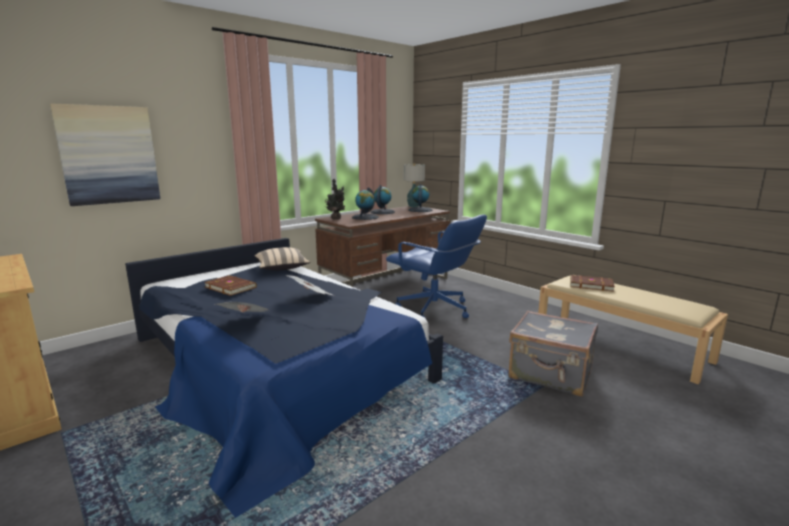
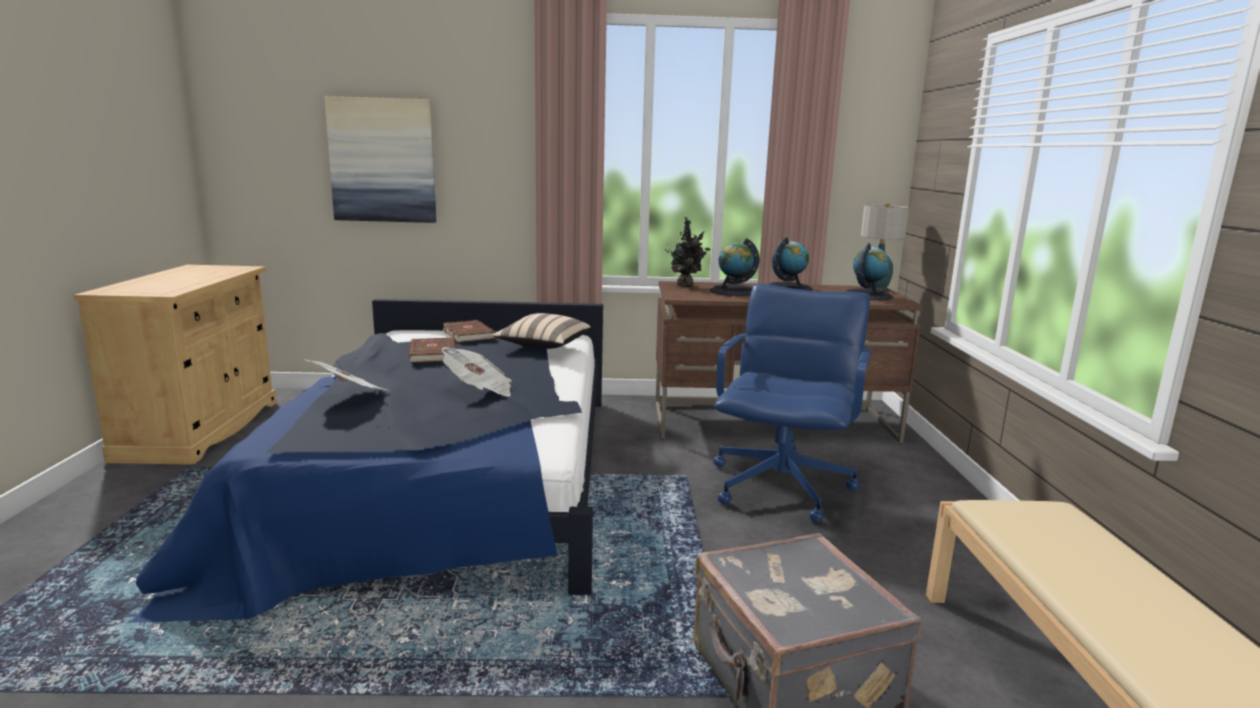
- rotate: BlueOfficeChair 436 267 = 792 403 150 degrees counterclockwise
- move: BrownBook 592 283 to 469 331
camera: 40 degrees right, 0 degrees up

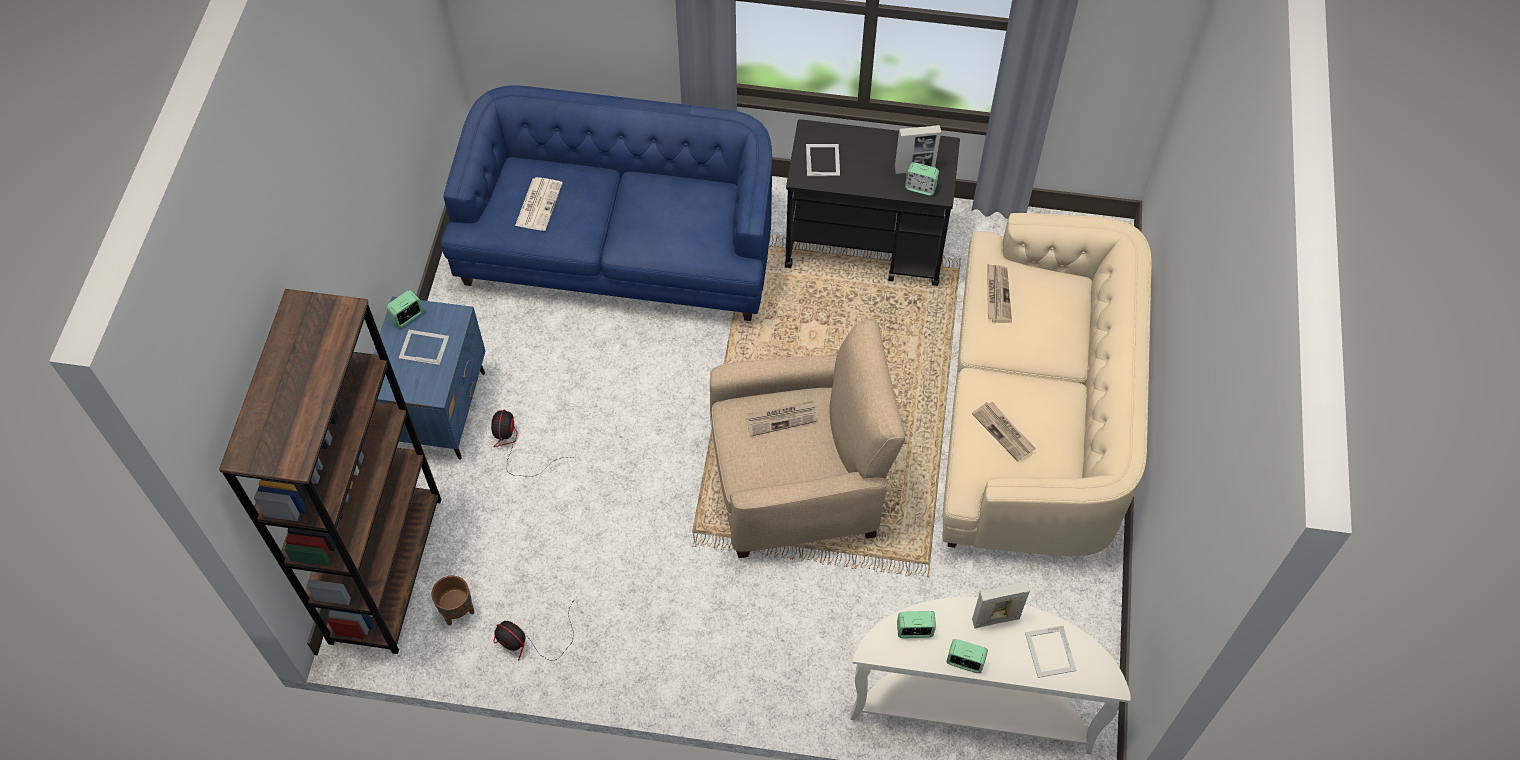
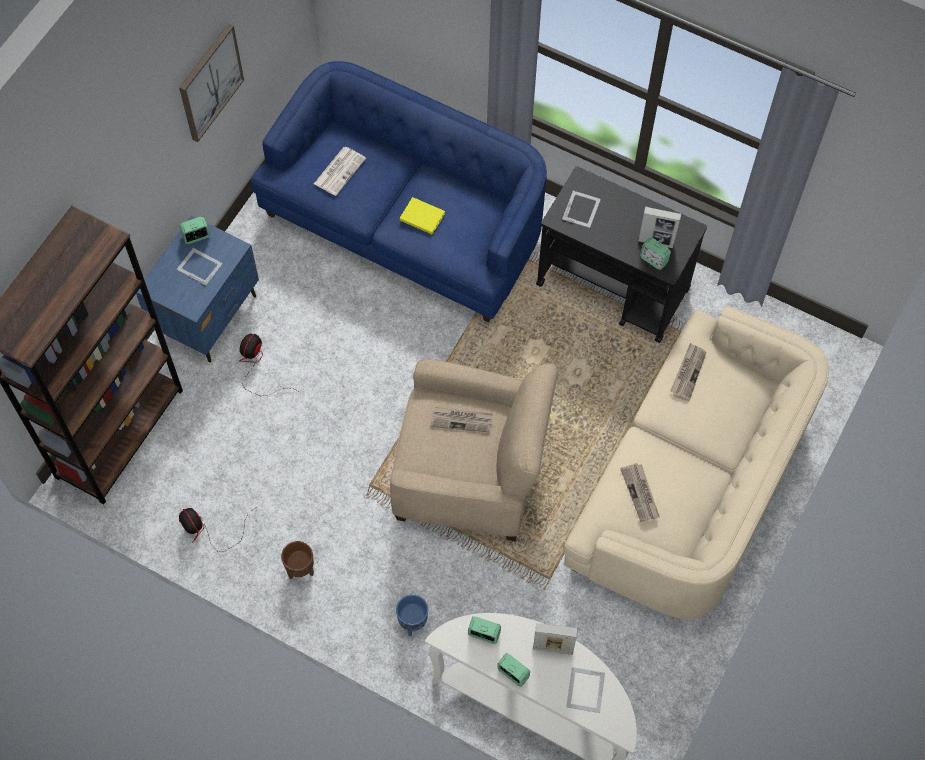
- move: BrownPlanter 452 601 to 297 560
- insert: Picture 211 82
- insert: YellowBook 422 216
- insert: BluePlanter 412 615
camera: 20 degrees right, 5 degrees up

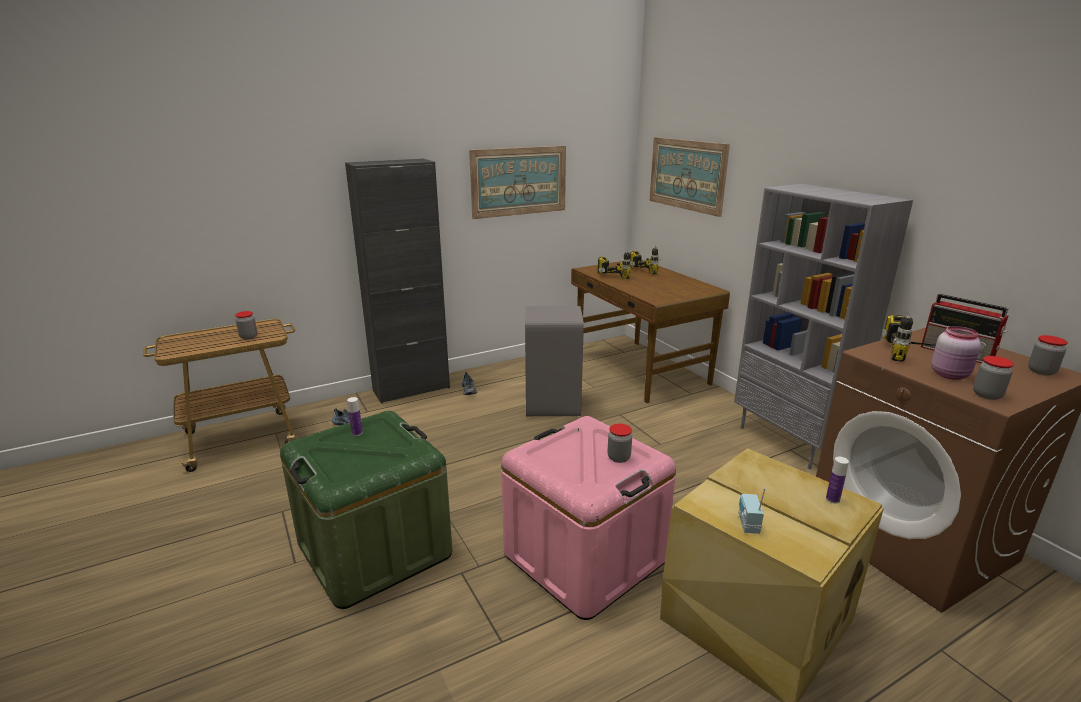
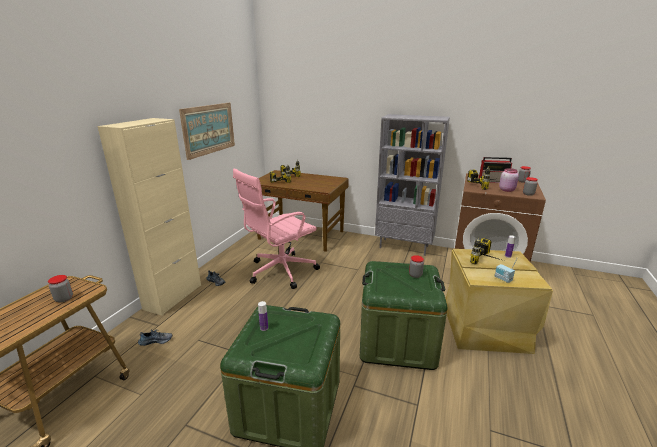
- delete: Picture 689 177
- recolor: BlackCabinet 397 281 to BeigeCabinet 149 217
- replace: GreyTrashCan 554 361 to PinkOfficeChair 276 229
- recolor: PinkStorageBox 588 518 to GreenStorageBox 404 315
- insert: PowerDrill 487 251
camera: 40 degrees left, 0 degrees up

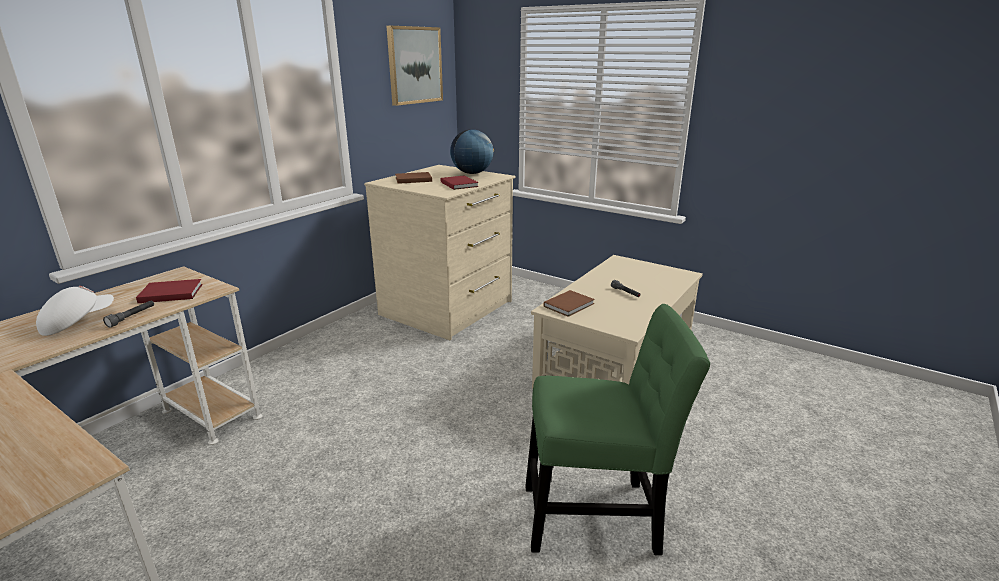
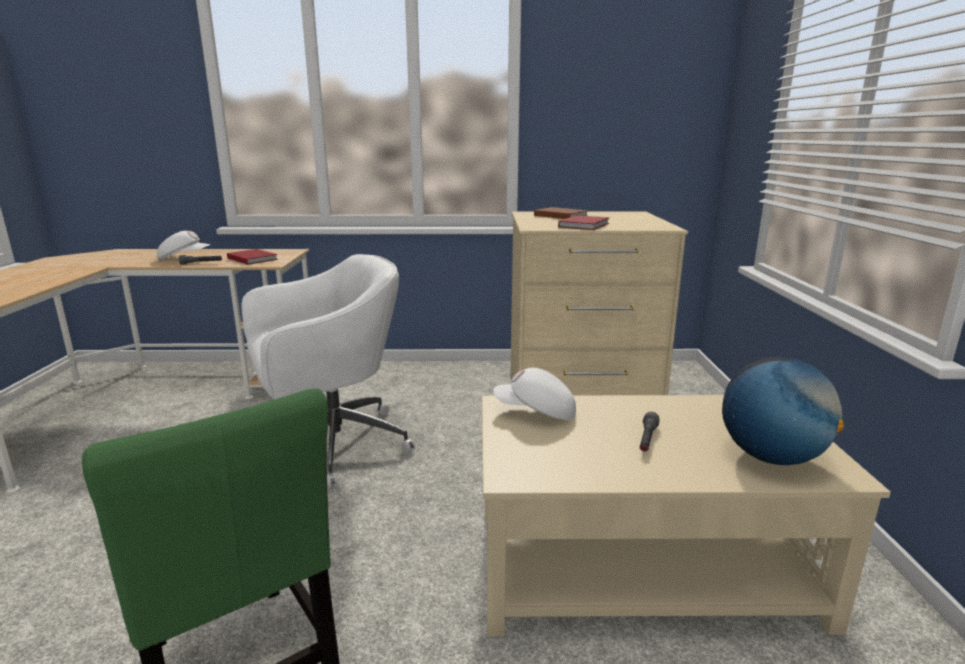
- delete: Picture 415 66
- move: Globe 472 151 to 783 411
- replace: BrownBook 569 303 to WhiteCap 534 394
- insert: WhiteOfficeChair 328 371
camera: 55 degrees right, 5 degrees down

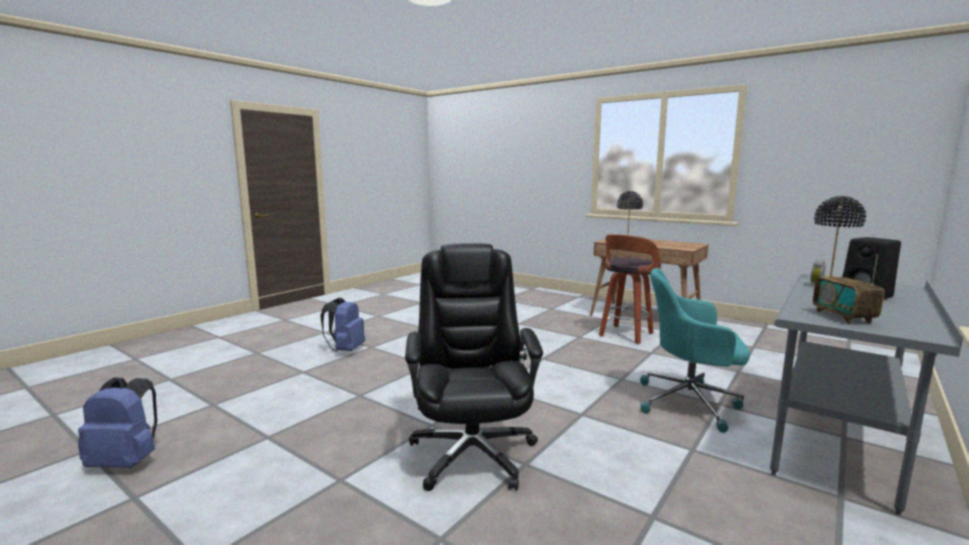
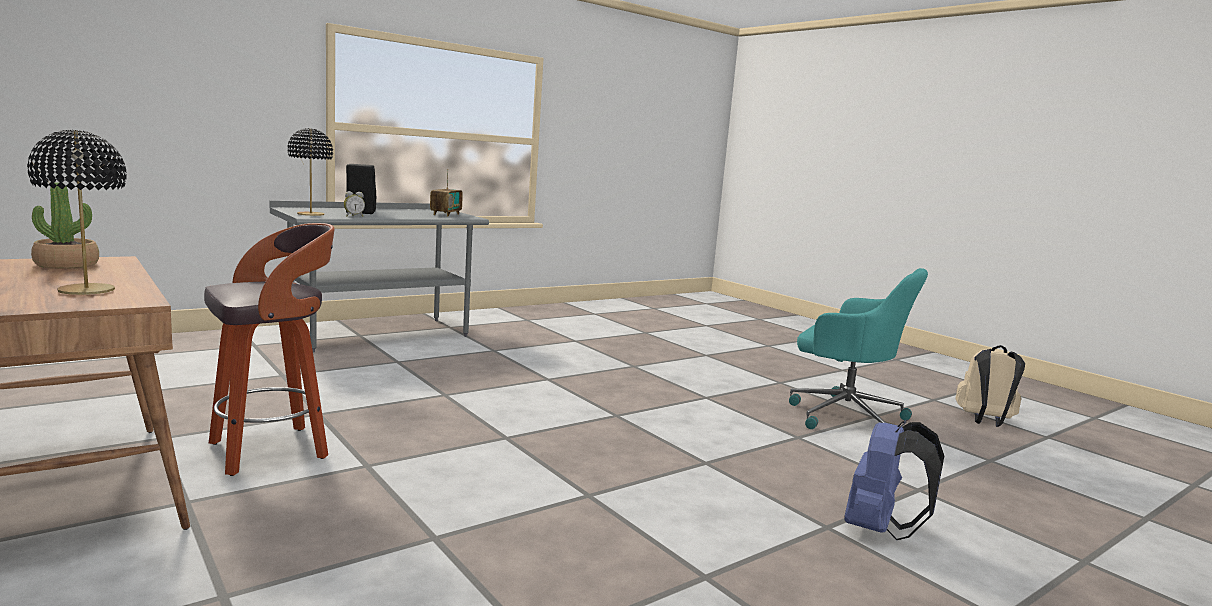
- delete: BlackOfficeChair 474 367
- move: TurquoiseOfficeChair 695 350 to 858 348
- recolor: BlueBackpack 117 423 to BeigeBackpack 990 386
- insert: PottedPlant 65 225
camera: 165 degrees left, 0 degrees up

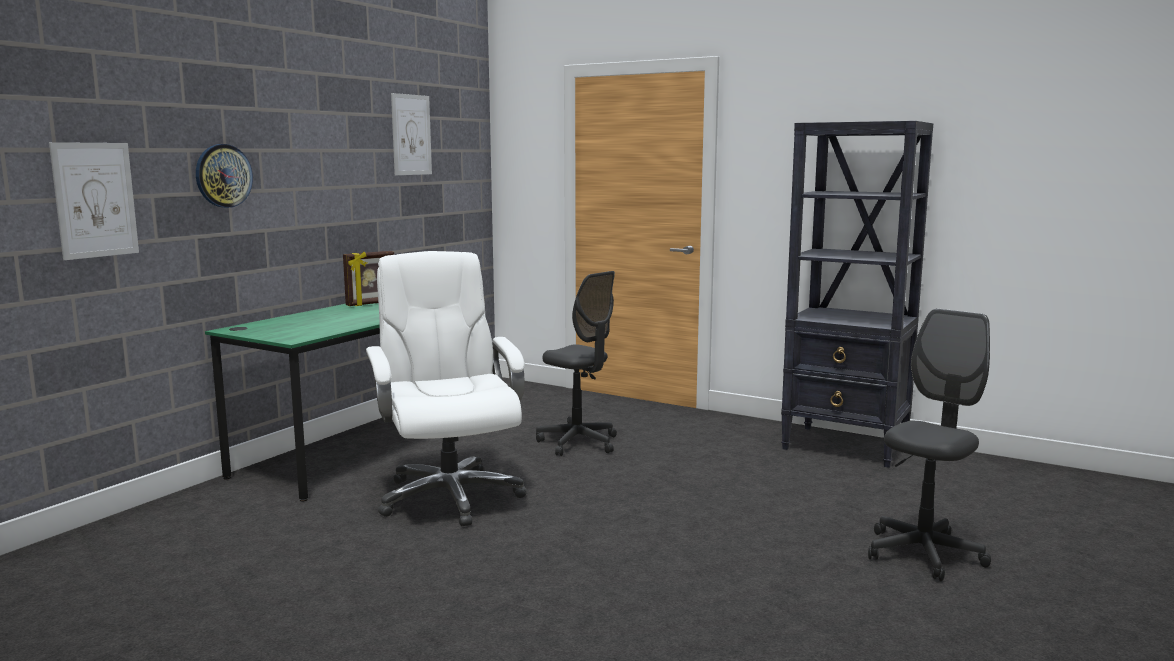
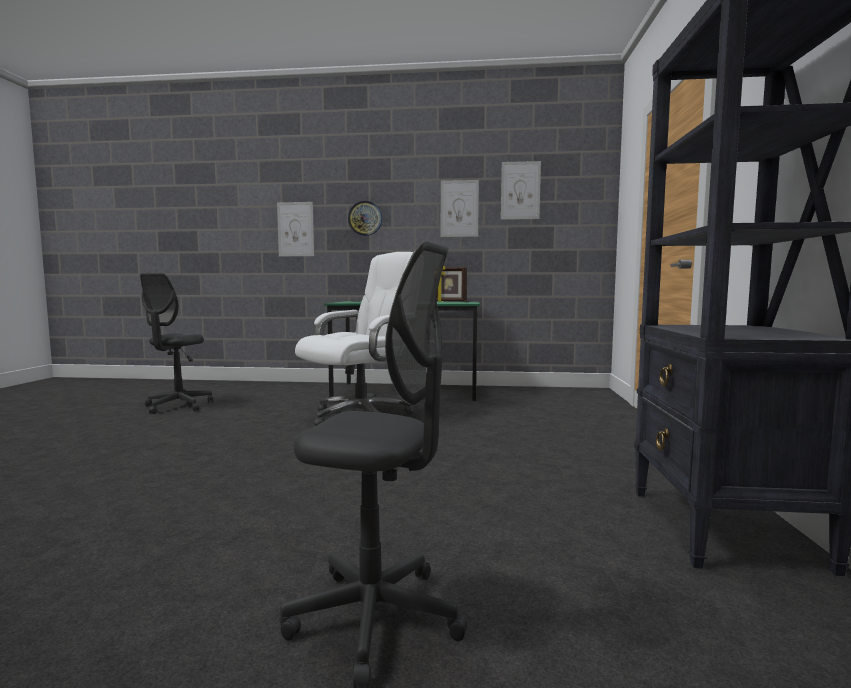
- move: GreyOfficeChair 576 363 to 176 343
- insert: Picture 460 208
camera: 65 degrees right, 5 degrees down

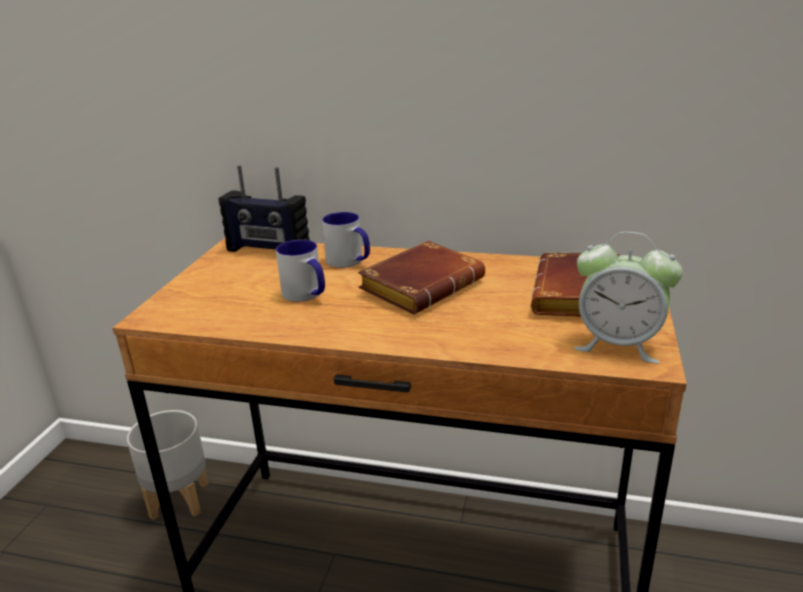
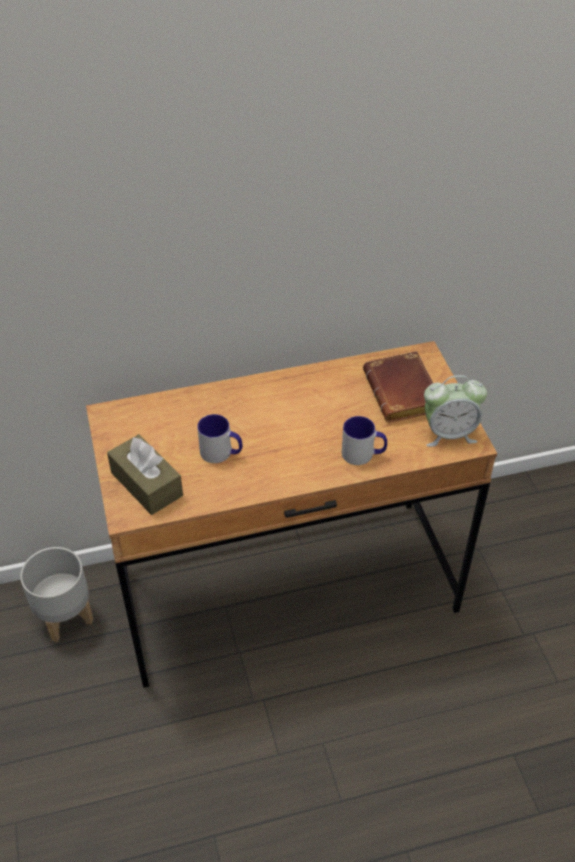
- delete: Radio 264 208
- move: Mug 346 240 to 364 440
- delete: BrownBook 421 277
- insert: BrownTissueBox 145 474
camera: 30 degrees left, 20 degrees up

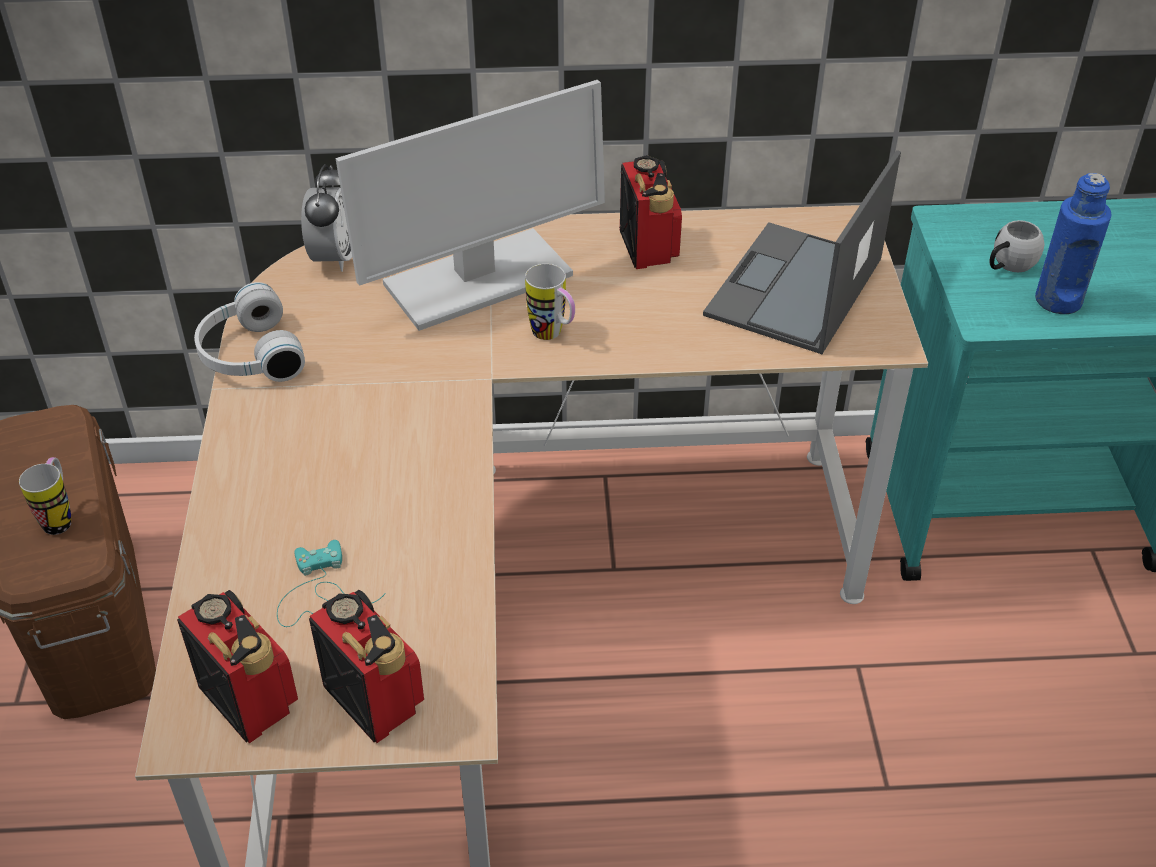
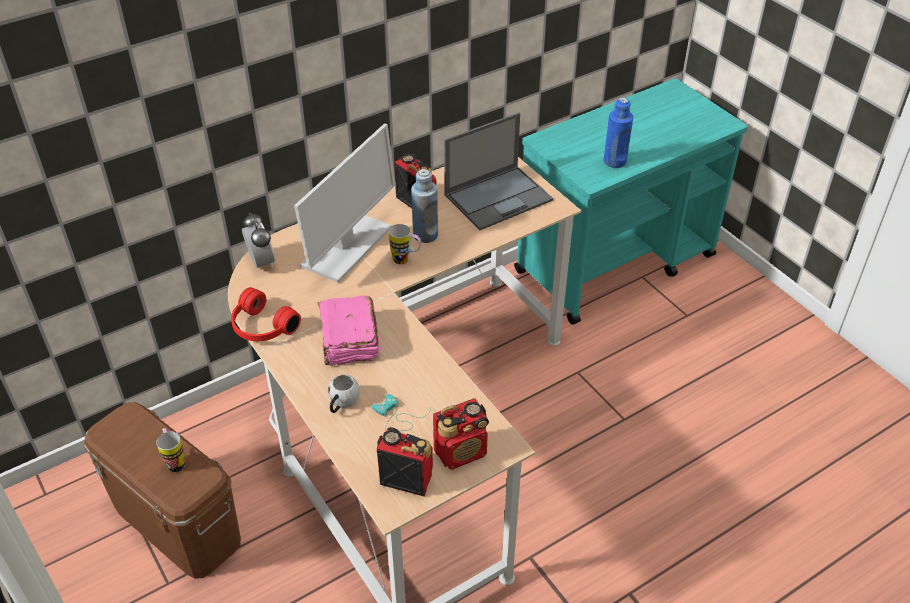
- rotate: Laptop 802 252 = 498 171 120 degrees counterclockwise
- move: WhiteMug 1017 246 to 344 394
- recolor: WhiteHeadphones 249 332 to RedHeadphones 266 314
- rotate: Radio 366 666 = 461 434 135 degrees clockwise
- insert: BlueBottle 424 206
- insert: PinkBook 348 330
camera: 30 degrees left, 0 degrees up

